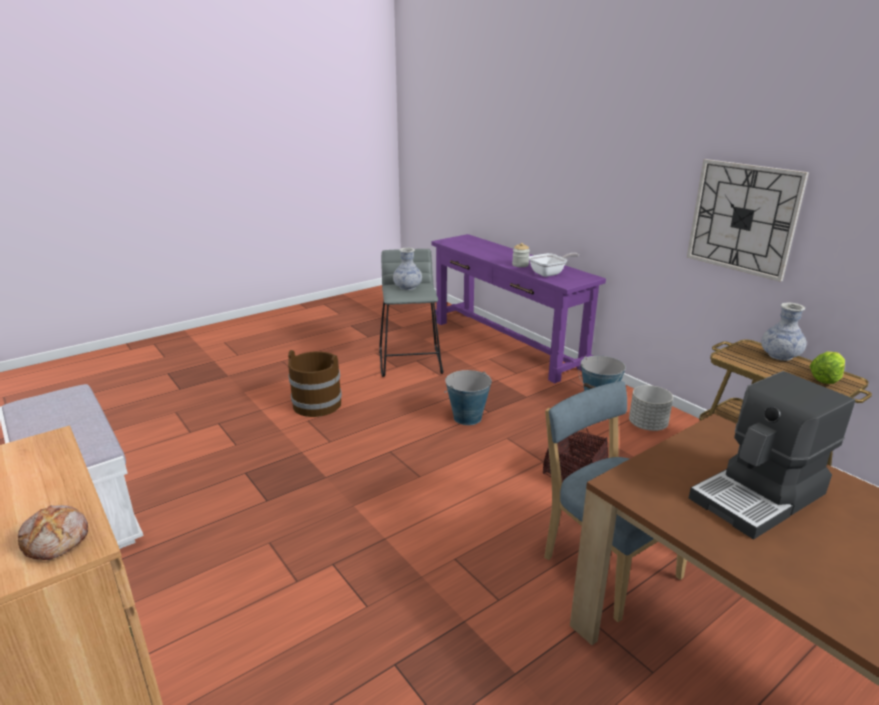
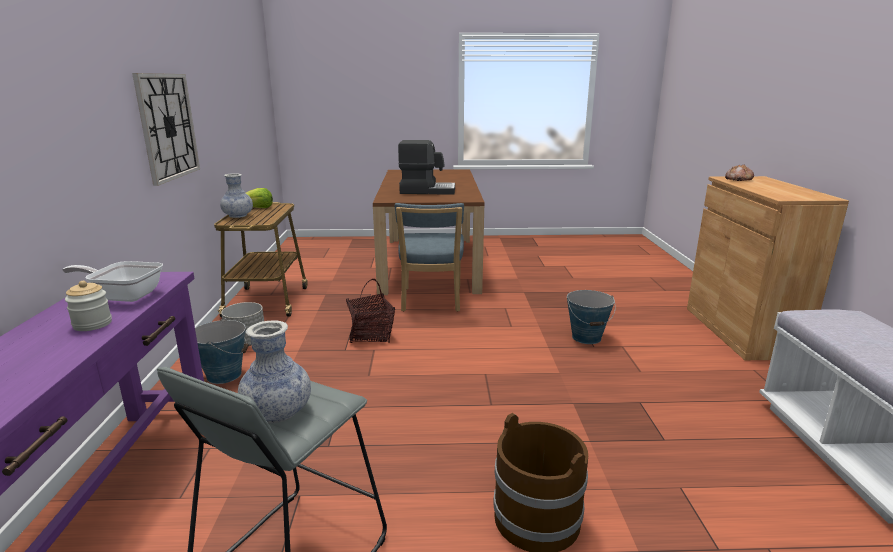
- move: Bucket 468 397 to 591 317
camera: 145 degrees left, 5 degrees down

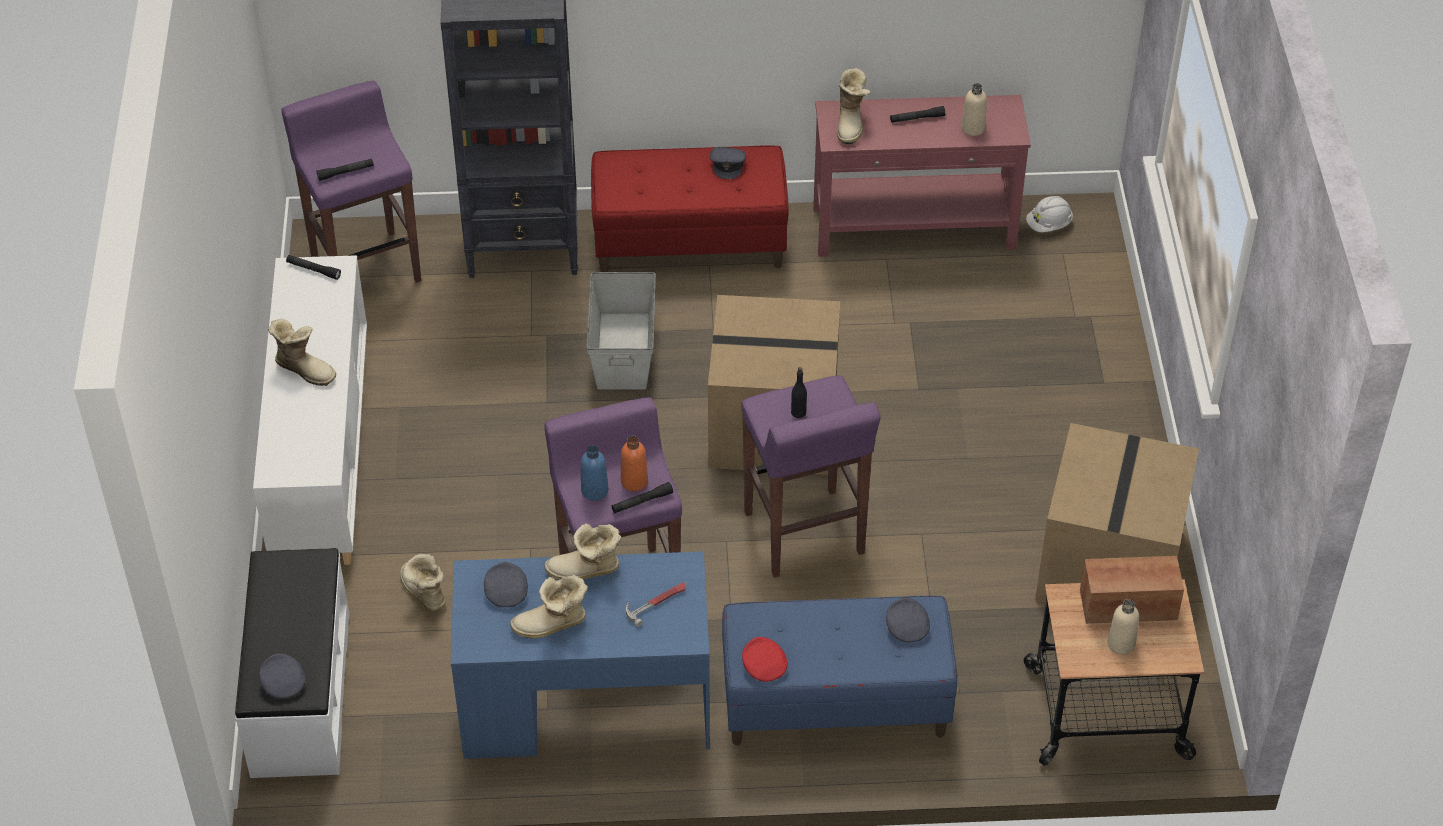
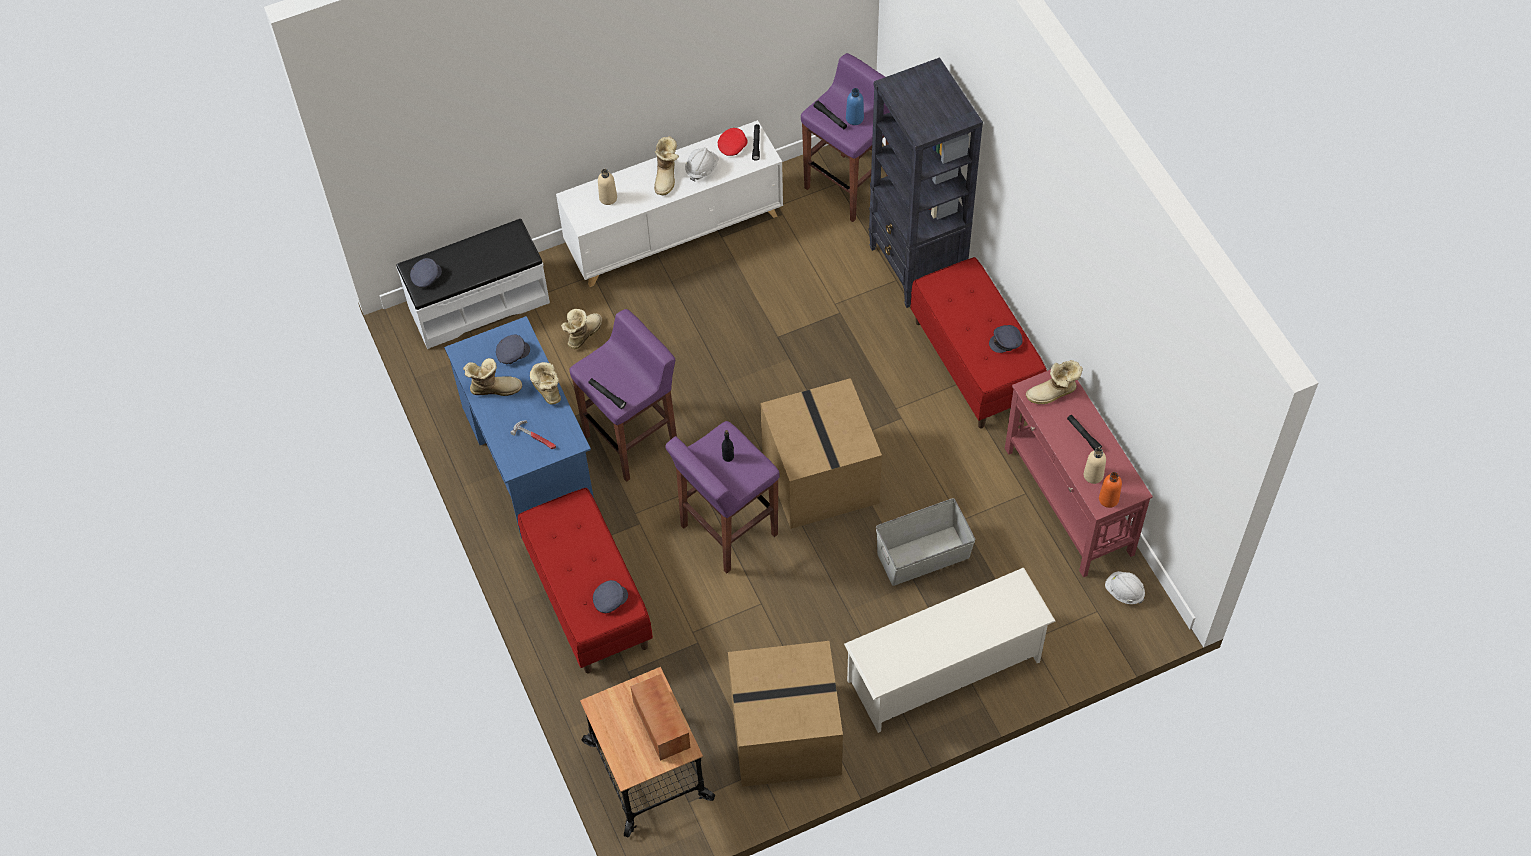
- move: GreyStorageBox 621 331 to 926 542
- move: OrangeBottle 634 463 to 1110 490
- move: BlueBottle 594 473 to 855 106
- rotate: Boot 549 606 = 492 377 120 degrees clockwise
- recolor: BlueBench 839 670 to RedBench 585 581
- move: BeigeBottle 1123 627 to 607 187
- move: RedCap 765 659 to 733 142
- insert: WhiteHardHat 702 164
- insert: WhiteShoeRack 950 650
camera: 70 degrees right, 10 degrees up

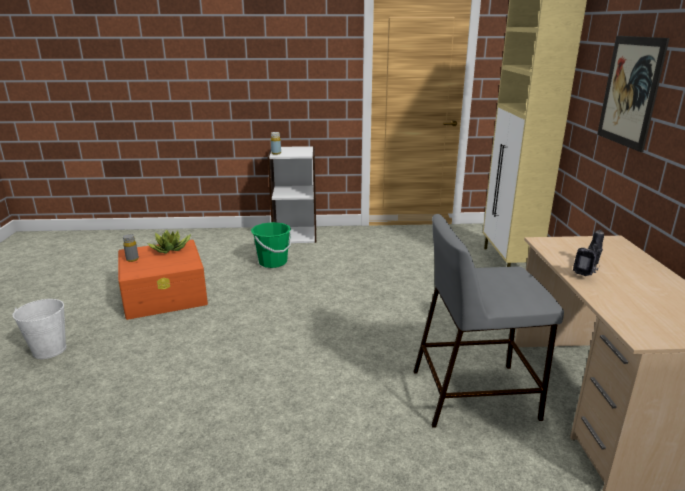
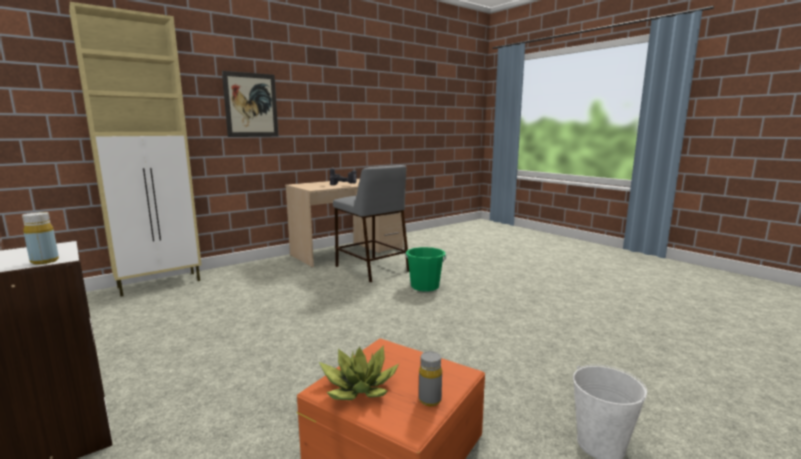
- move: GreenBucket 271 245 to 425 269
camera: 125 degrees left, 10 degrees down

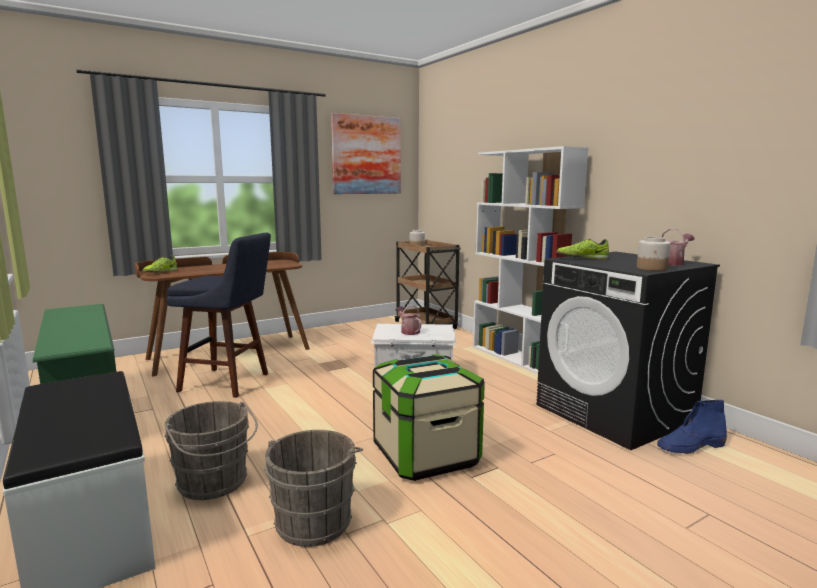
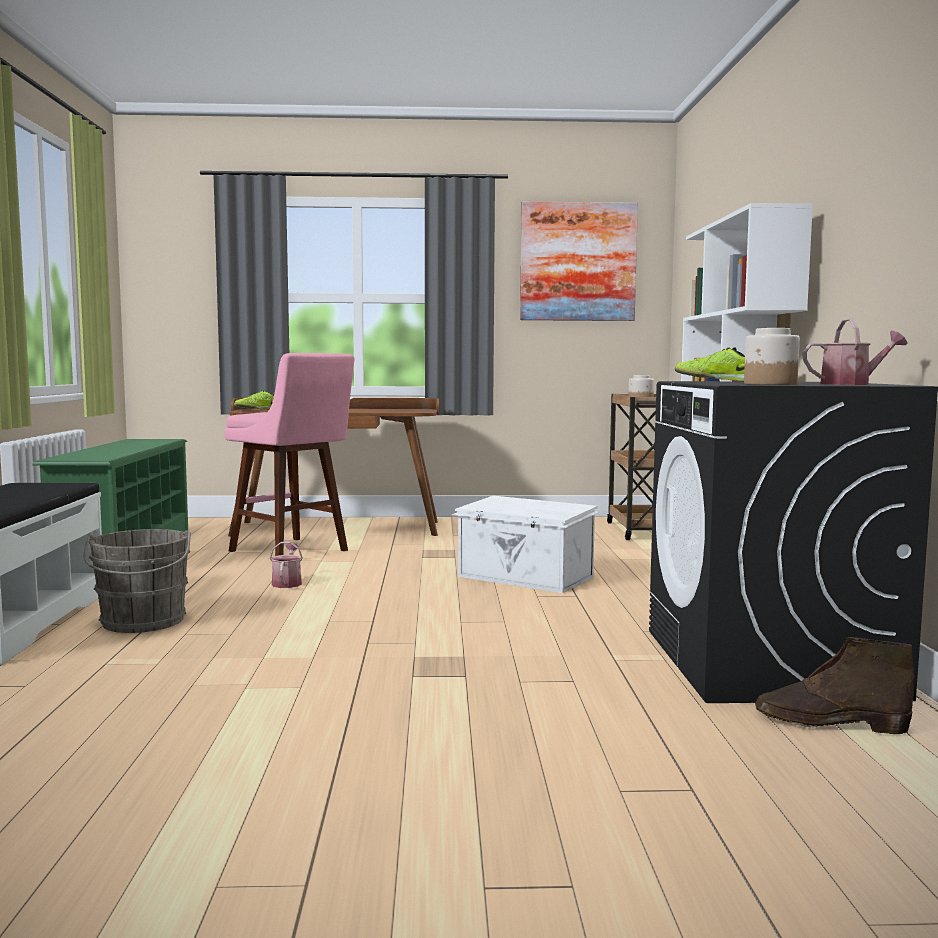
- recolor: BlueStool 218 315 to PinkStool 289 454
- move: WateringCan 408 320 to 286 565
- delete: StorageBox 429 417
- recolor: BlueBoot 692 427 to BrownBoot 834 685
- delete: GreyBucket 313 488
camera: 30 degrees right, 5 degrees down

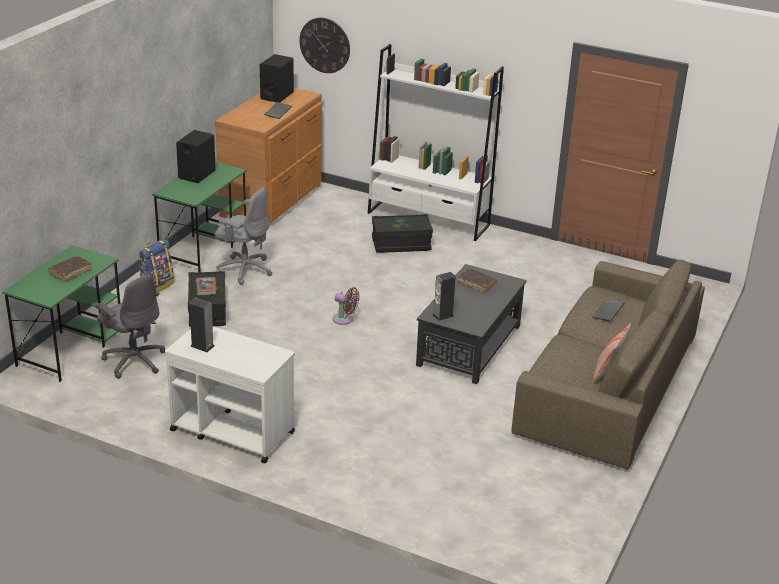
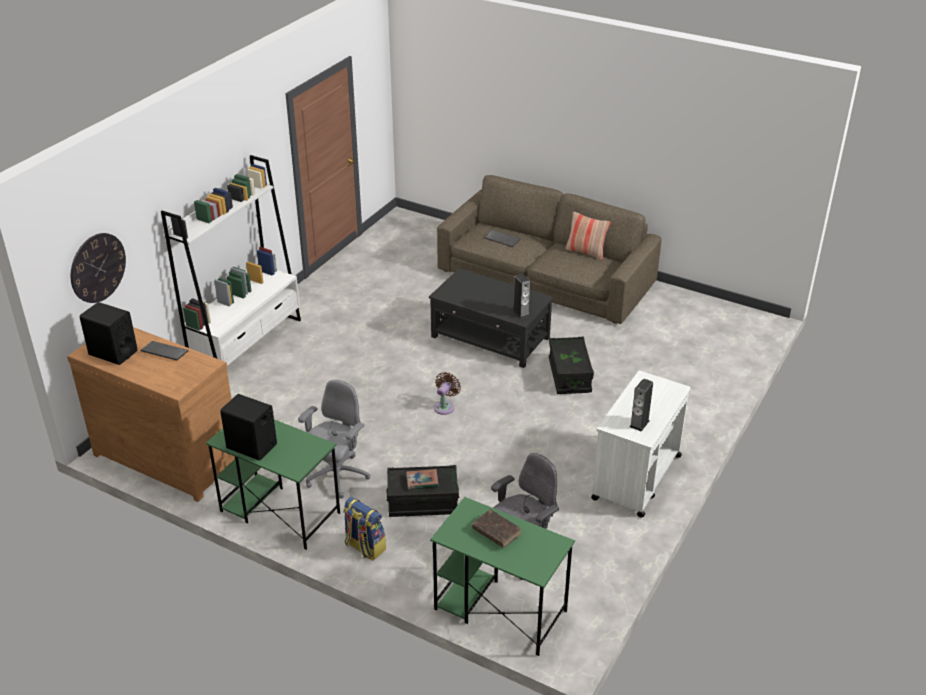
- move: BlackStorageBox 402 233 to 571 365
- delete: BrownBook 477 280
camera: 85 degrees left, 5 degrees up

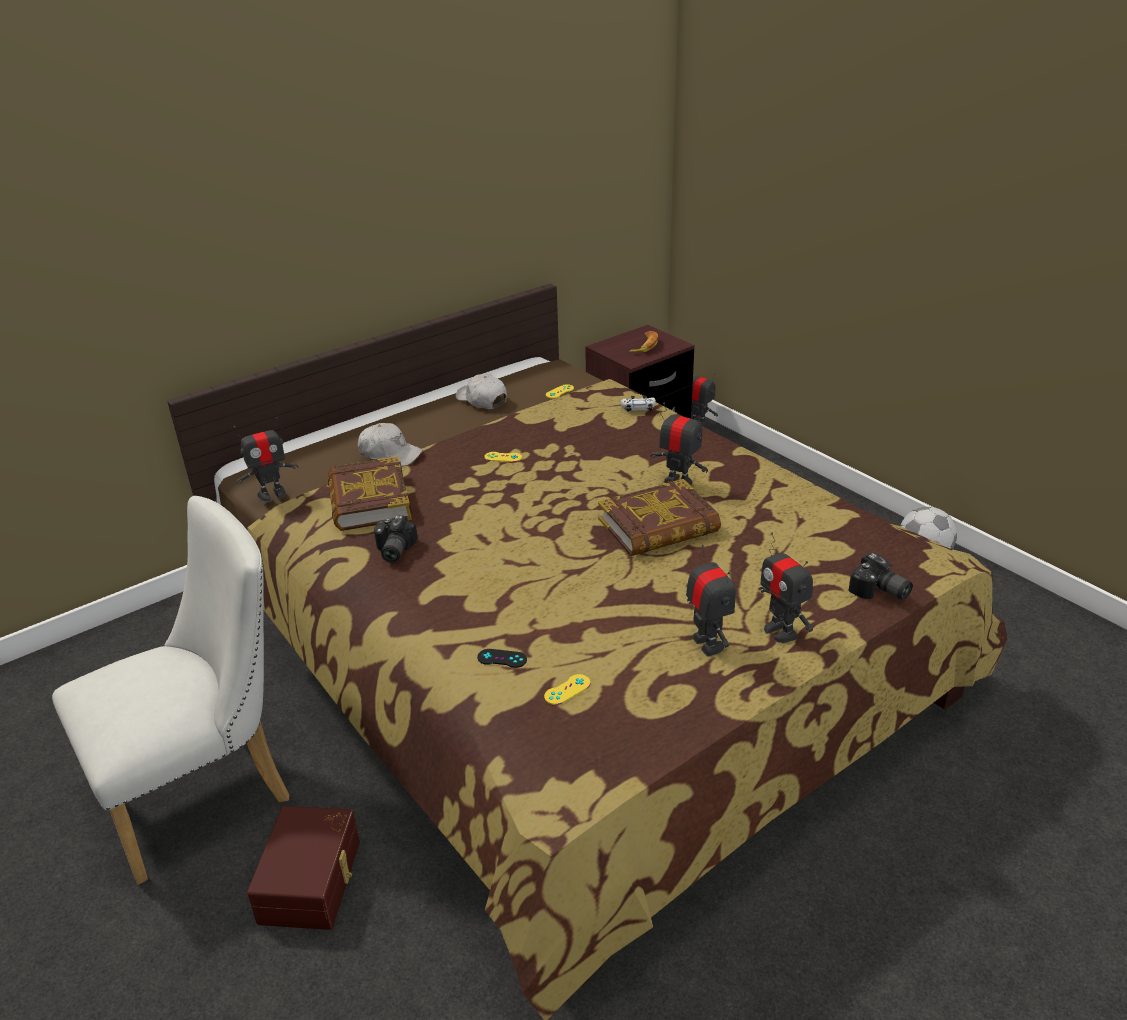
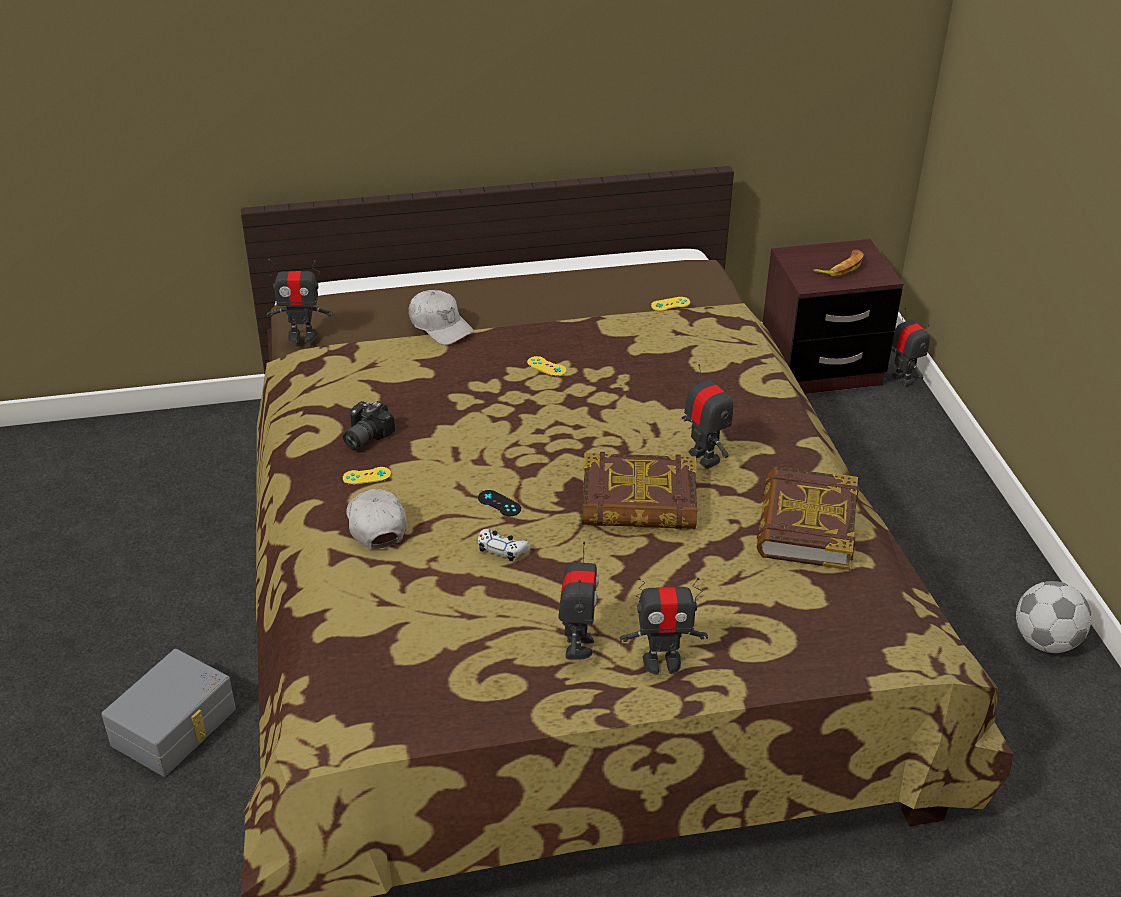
- move: WhiteCap 481 391 to 376 519
- move: WhiteGameController 638 403 to 504 545
- move: Book 370 493 to 808 518
- delete: WhiteChair 170 690
- rotate: ToyRobot 786 587 = 664 626 90 degrees counterclockwise
- delete: PhotoCamera 880 576
- move: BlackGameController 502 658 to 499 503
- move: YellowGameController 567 689 to 367 476
- recolor: BrownStorageBox 303 868 to GreyStorageBox 169 713
camera: 25 degrees right, 5 degrees up

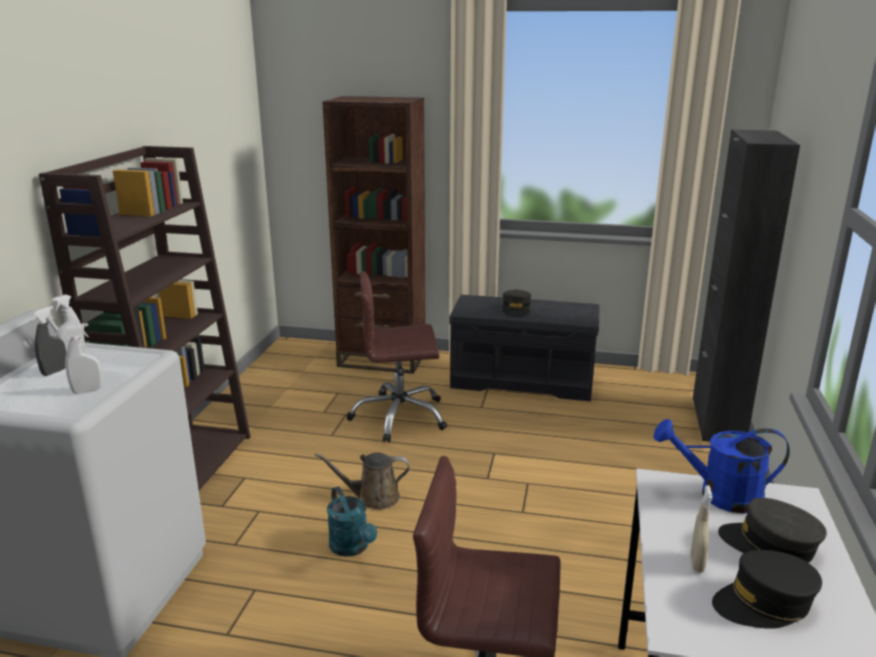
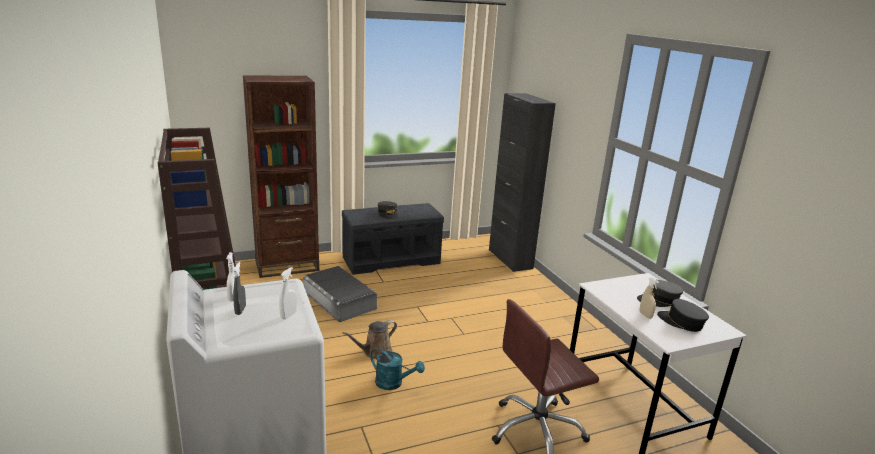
- replace: BrownOfficeChair 397 356 to GreyStorageBox 340 294
- delete: BlueWateringCan 721 466
- rotate: BlackCap 767 589 = 683 315 90 degrees clockwise
camera: 35 degrees left, 0 degrees up

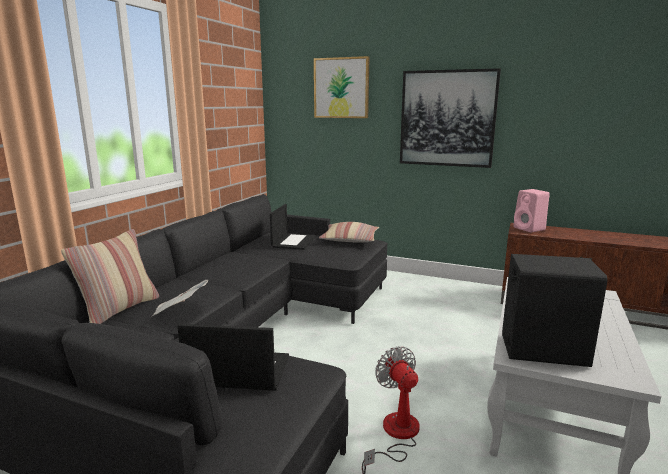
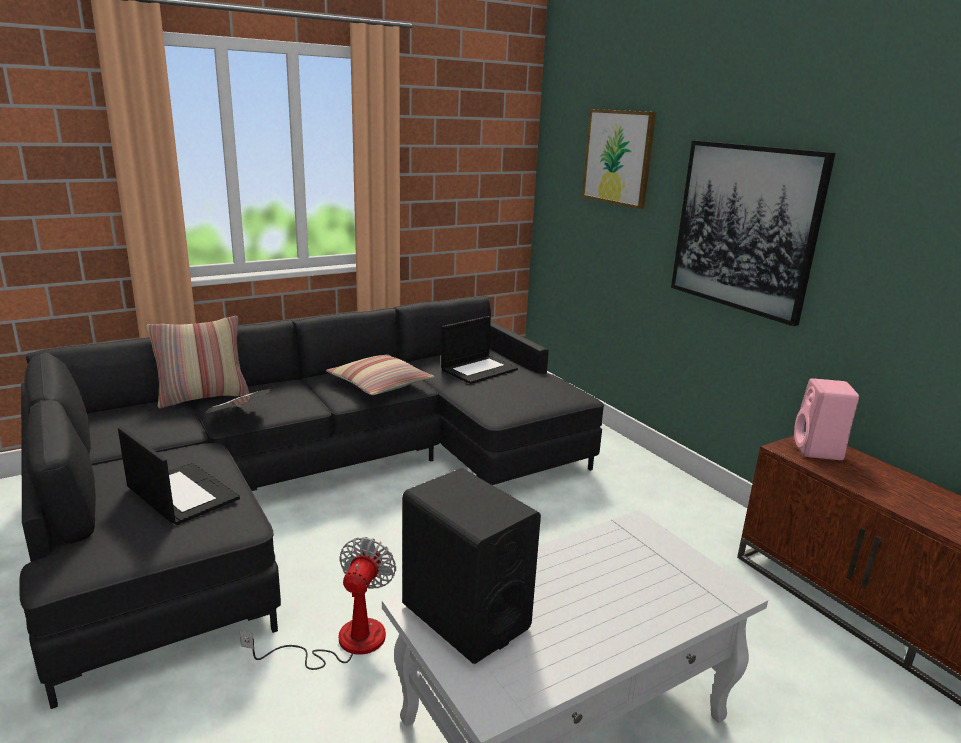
- move: Pillow 349 232 to 380 374
camera: 35 degrees right, 5 degrees up

